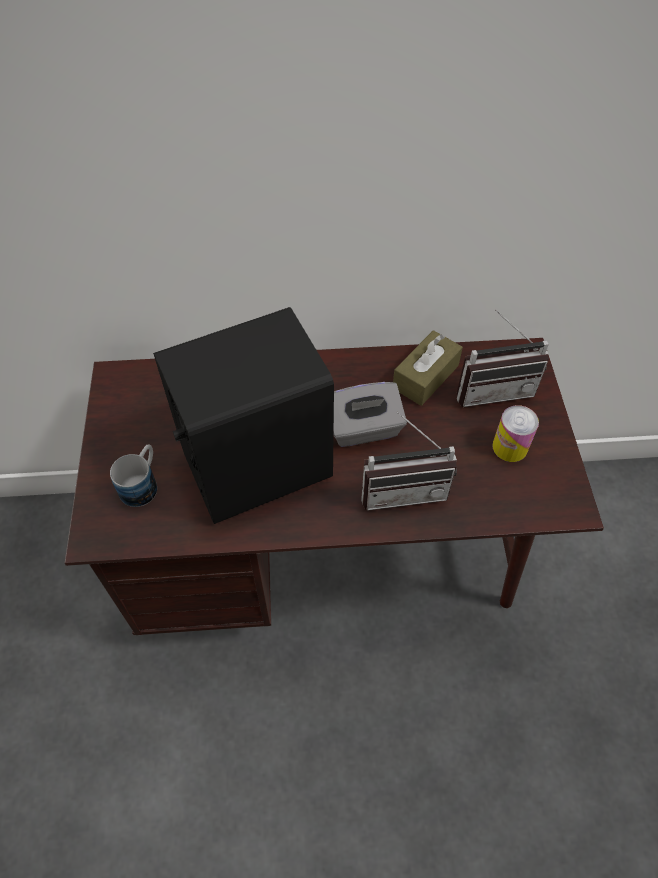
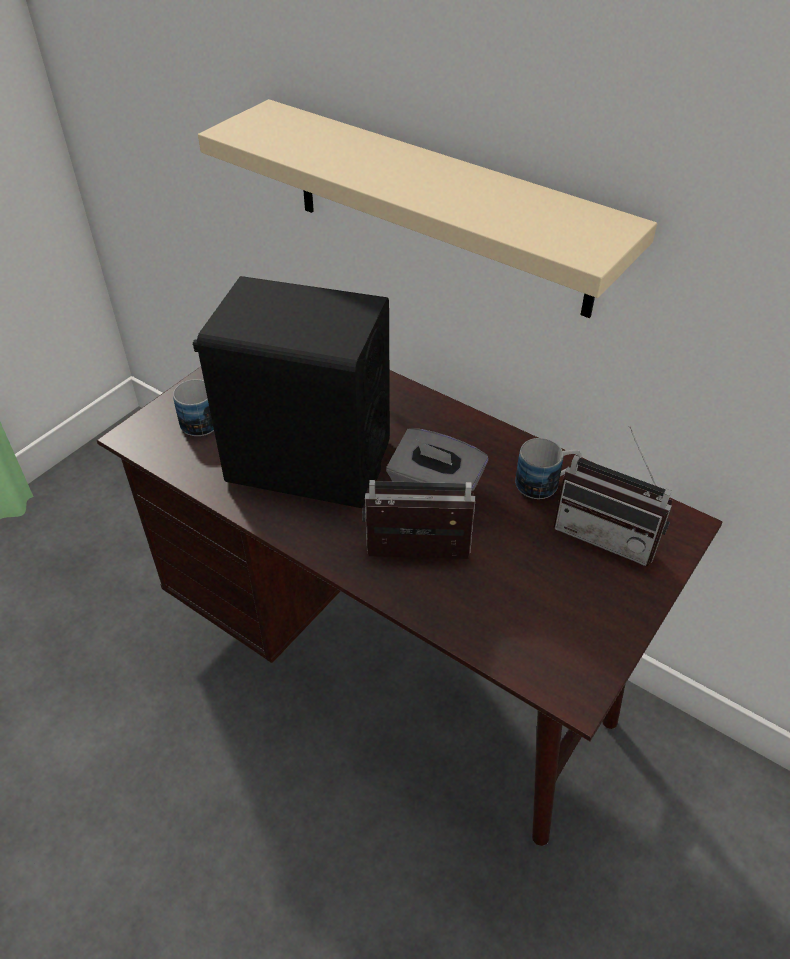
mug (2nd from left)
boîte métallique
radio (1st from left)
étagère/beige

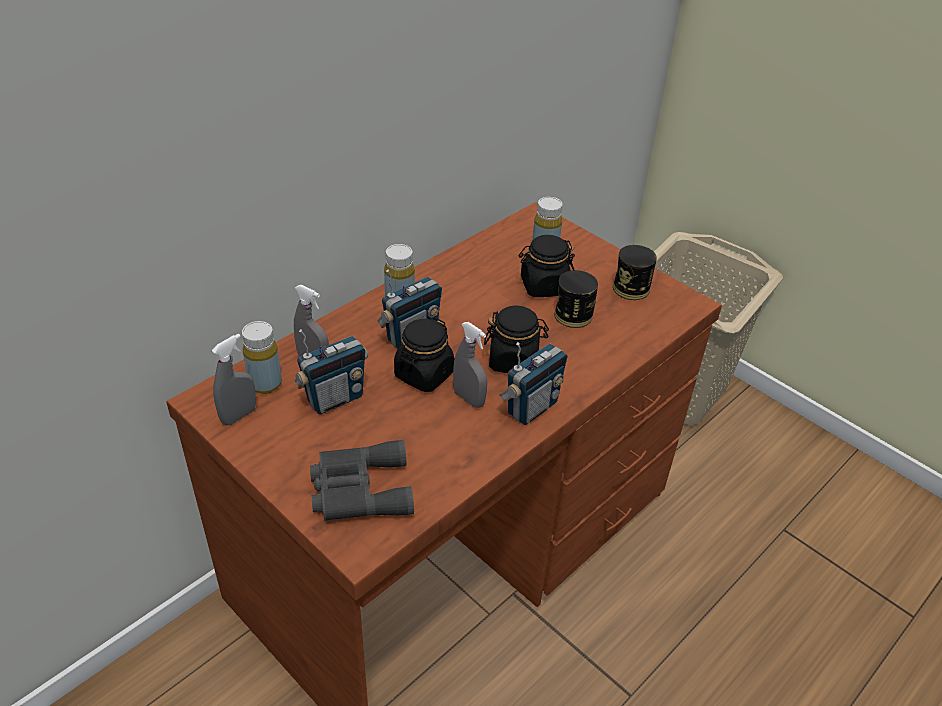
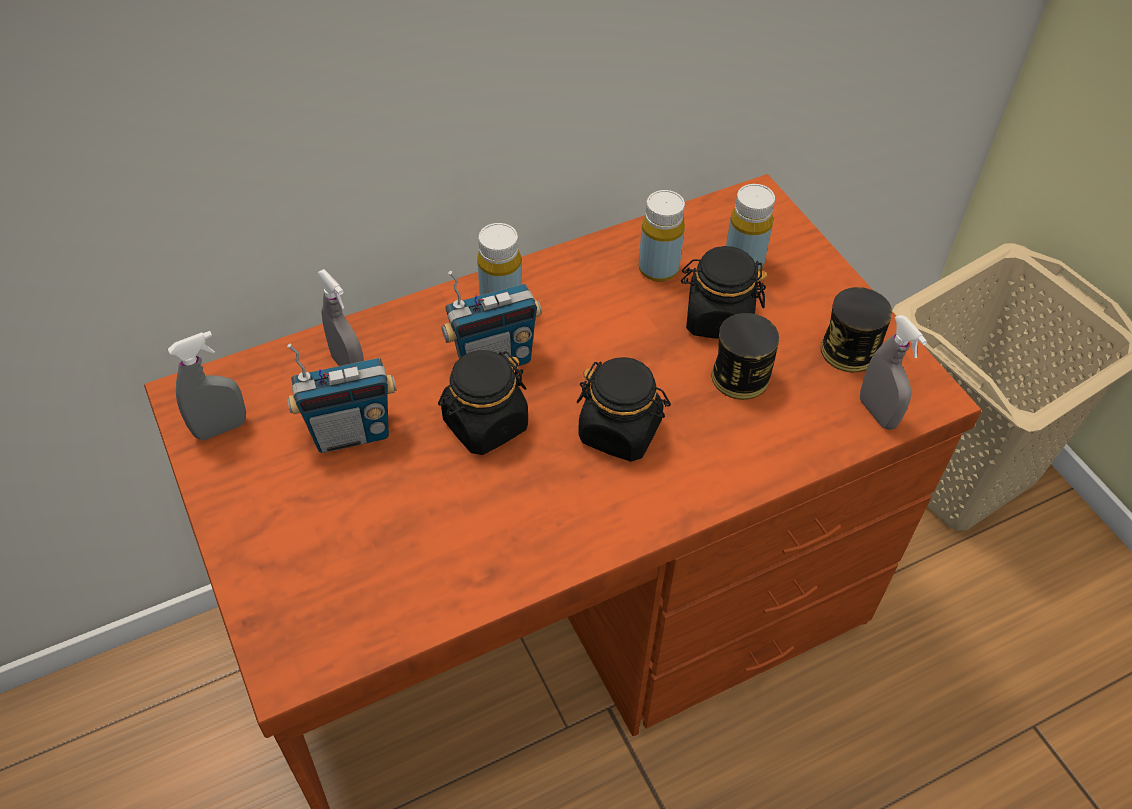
bouteille/jaune (2nd from left)
vaporisateur/gris (3rd from left)
radio (3rd from left in the first image)
jumelles/gris

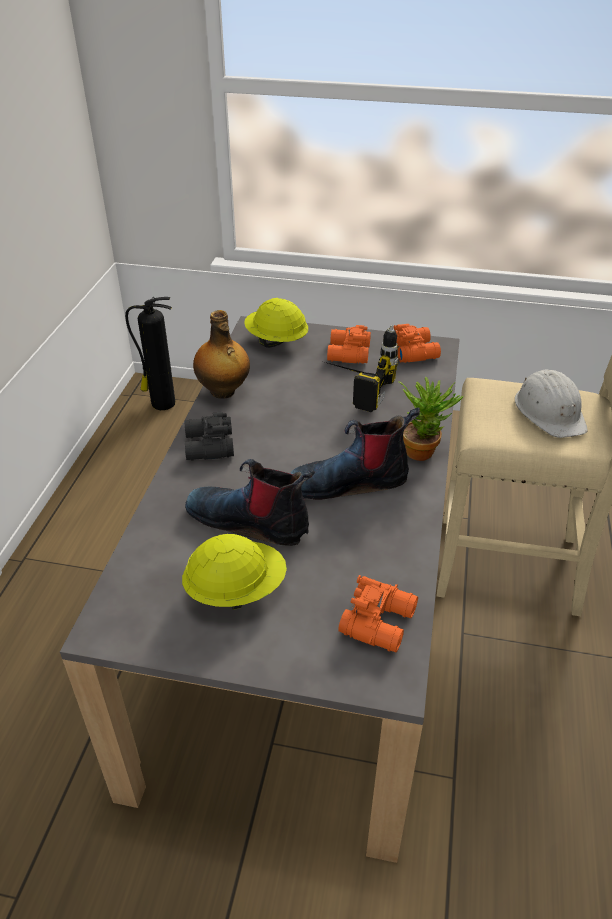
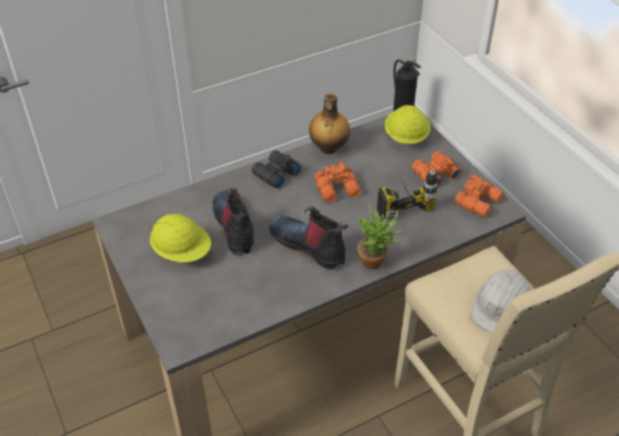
jumelles/orange (1st from left)

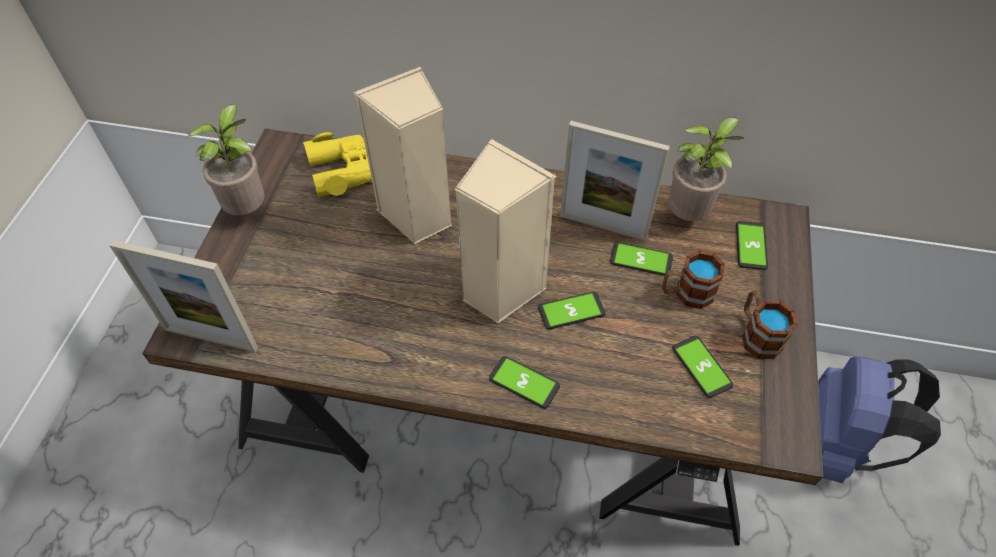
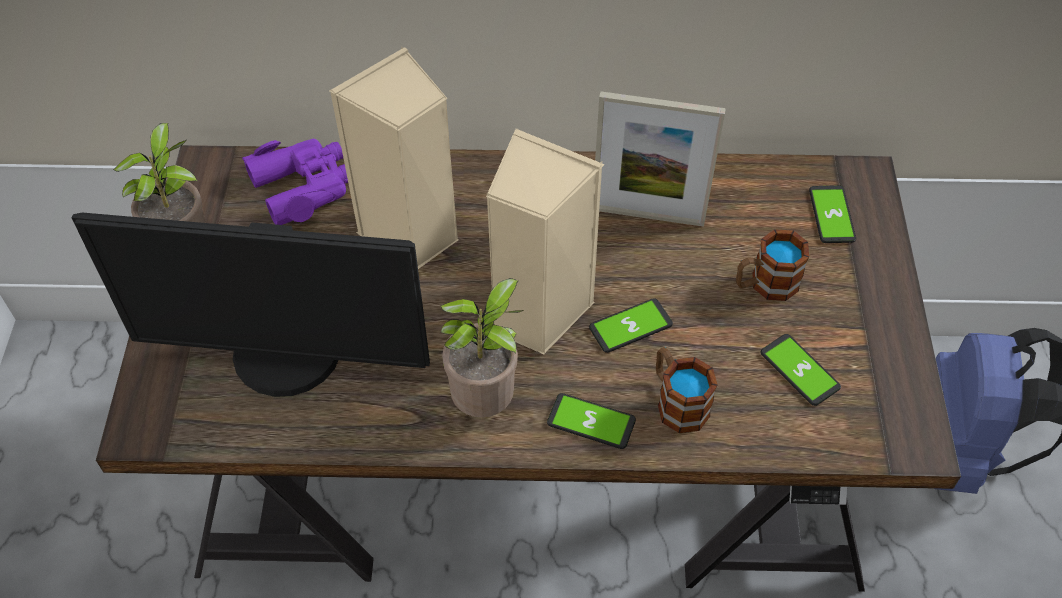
plante en pot (2nd from left)
jumelles/violet
cadre photo (1st from left in the first image)
téléphone (3rd from left in the first image)
mug (1st from left)
écran d'ordinateur

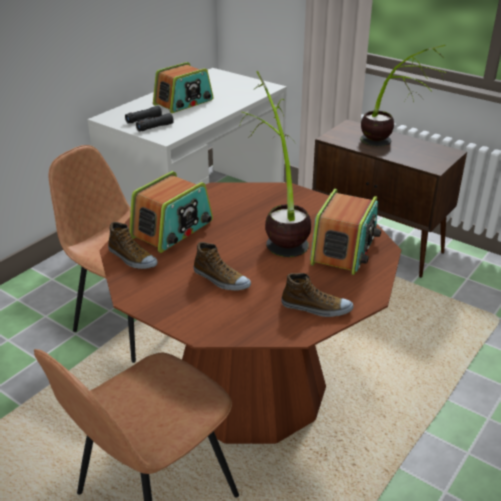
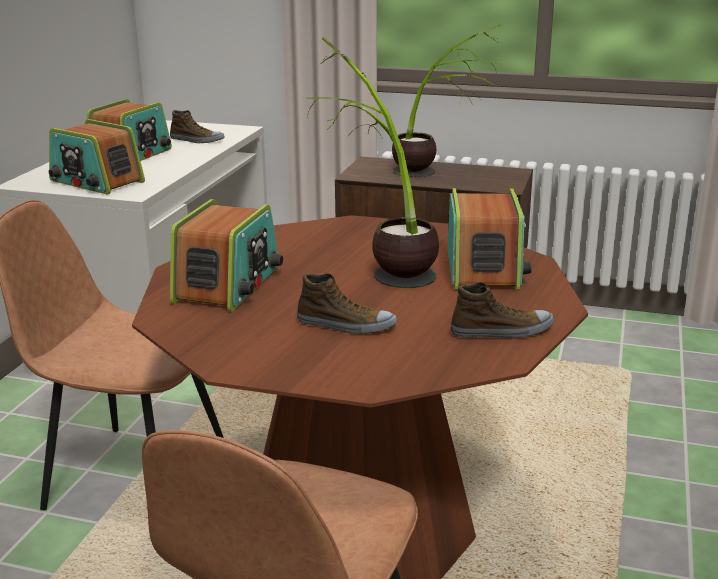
radio (1st from left)
chaussure (1st from left)

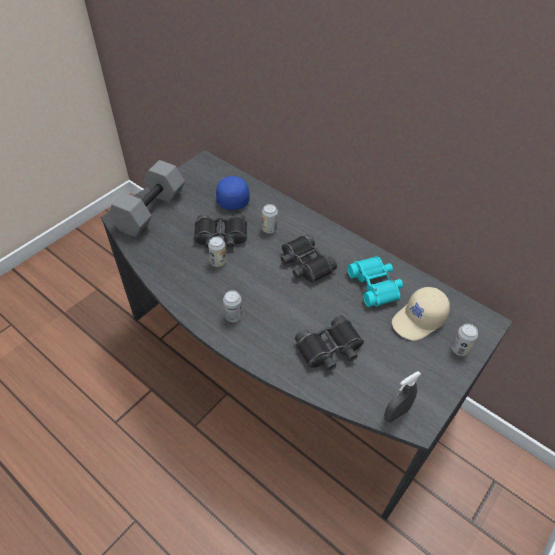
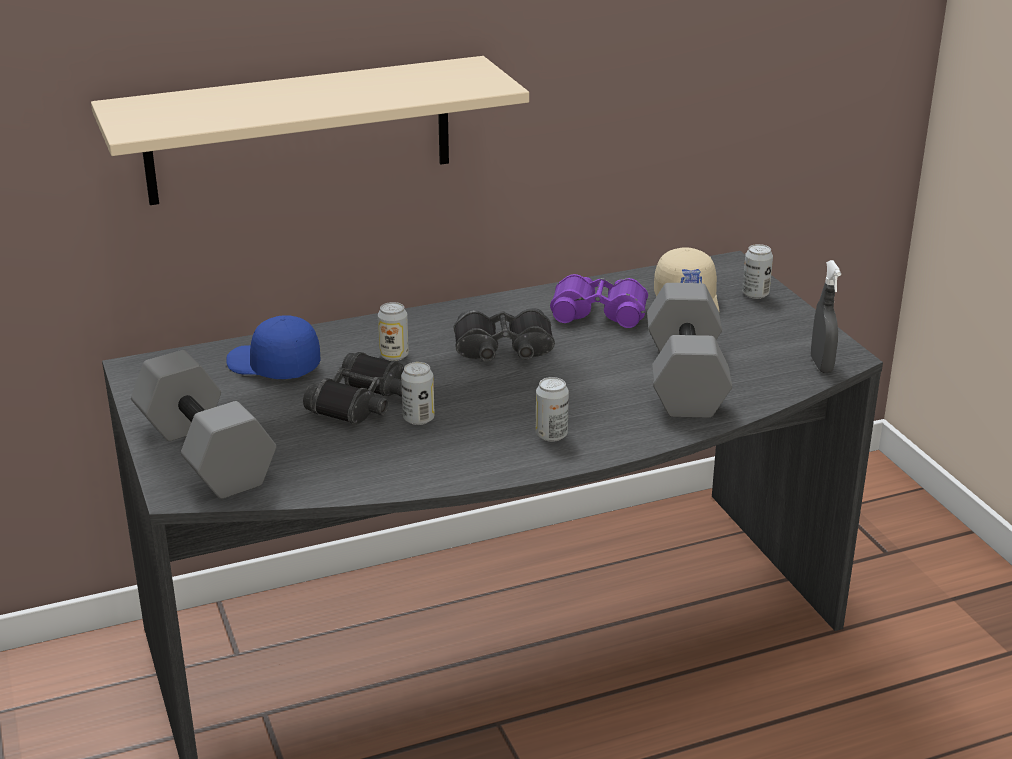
jumelles/violet
haltère/gris (2nd from left)
étagère/beige

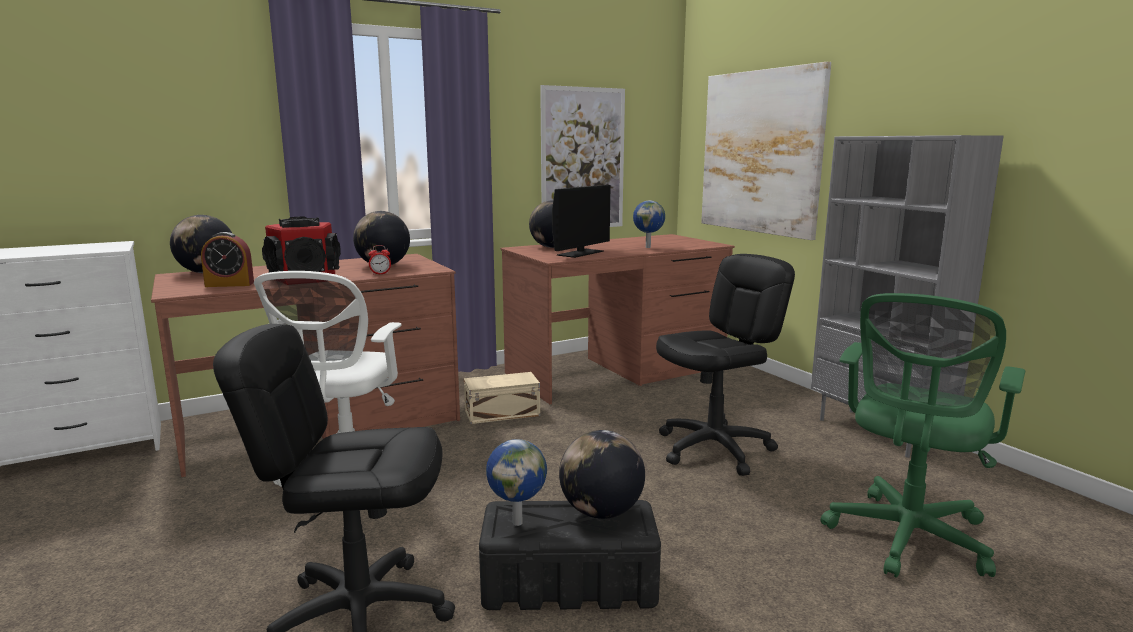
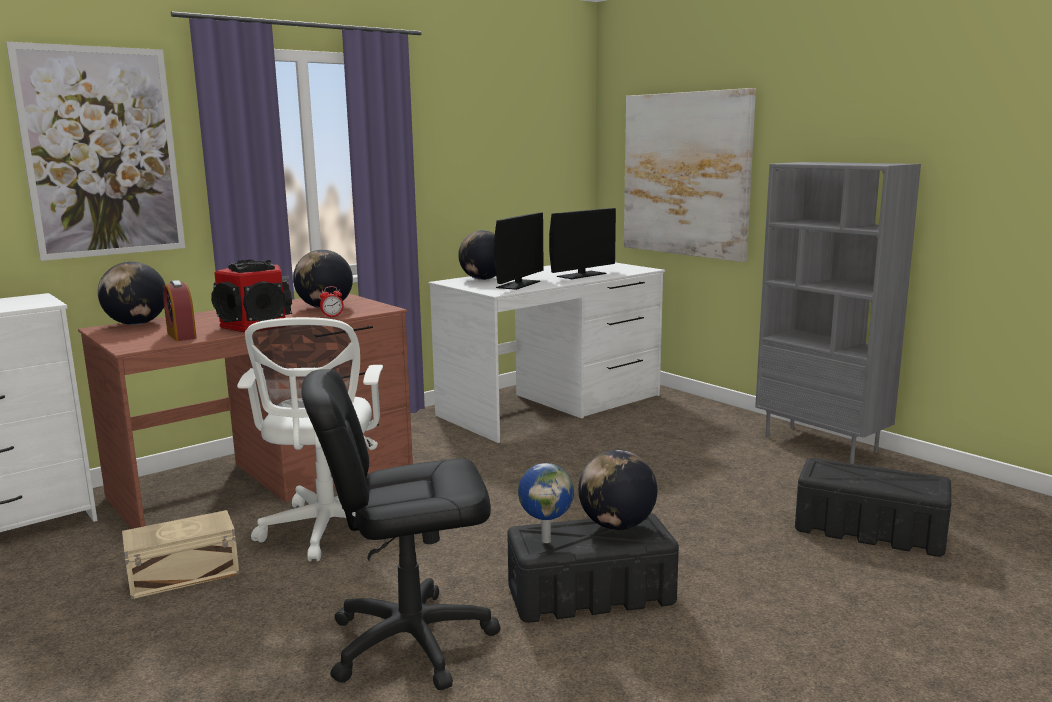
tableau (1st from left)
écran d'ordinateur (2nd from left)
réveil (1st from left)
bureau/blanc
chaise de bureau/noir (2nd from left in the first image)
boîte de rangement/noir (2nd from left)
boîte de rangement/beige

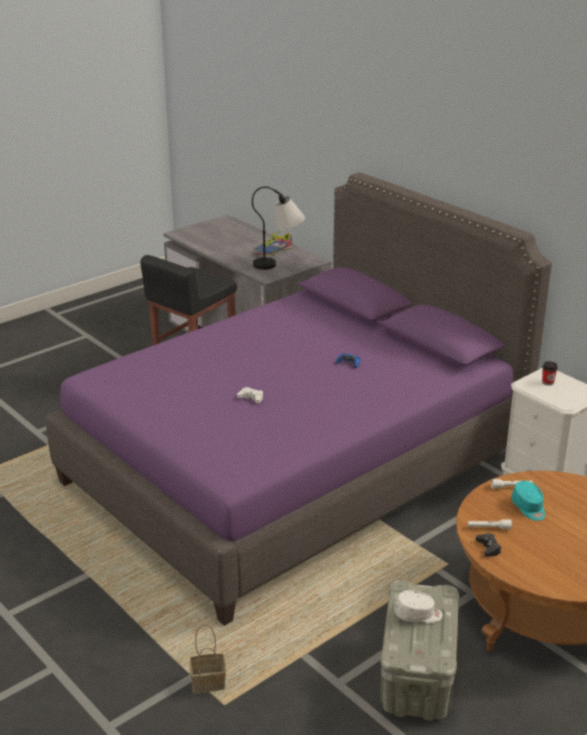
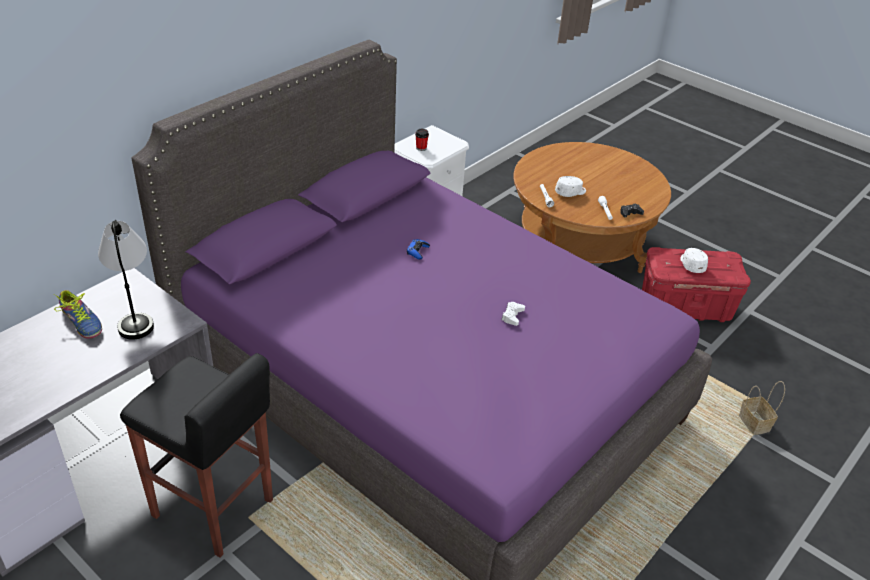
casquette/blanc (1st from left)
boîte de rangement/rouge

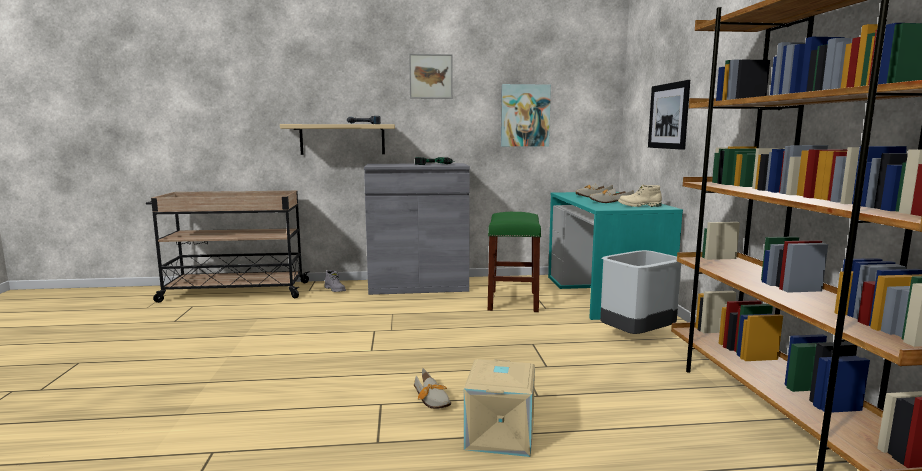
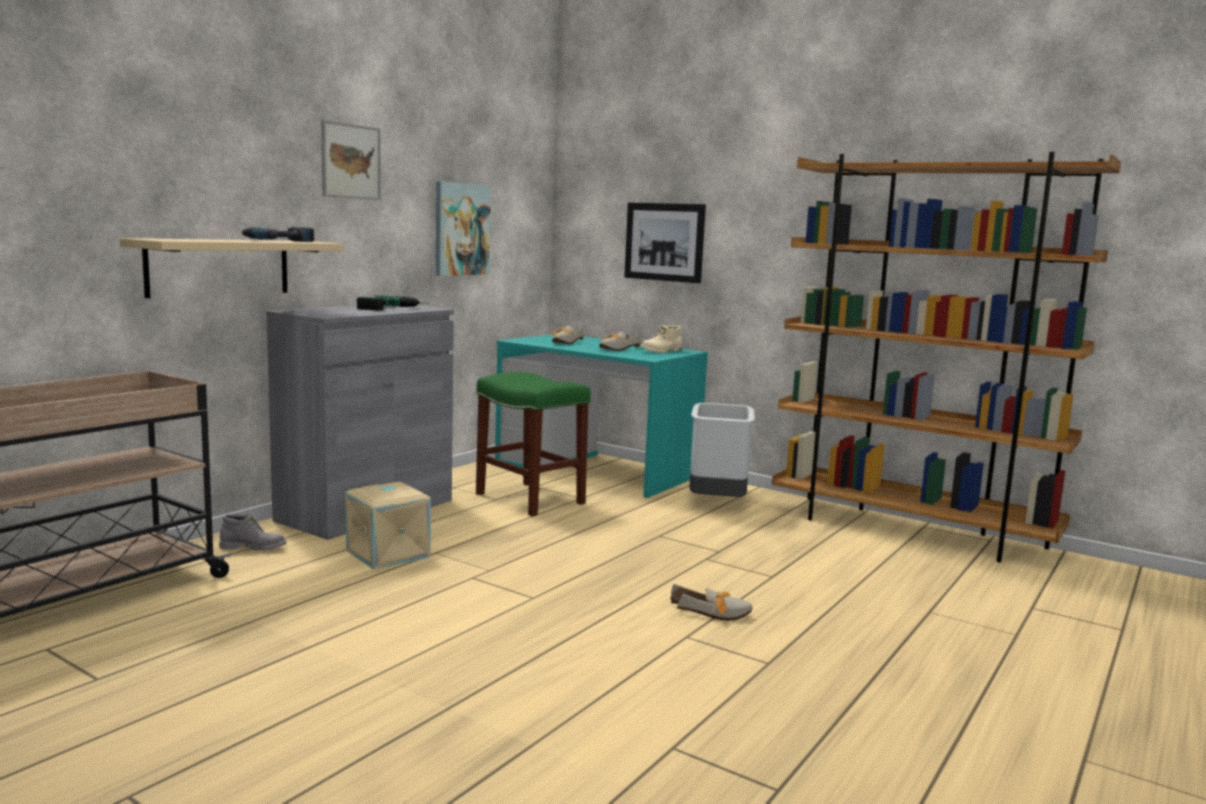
boîte de rangement/beige

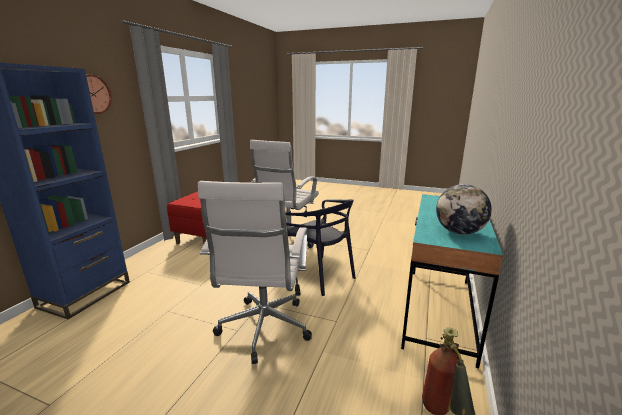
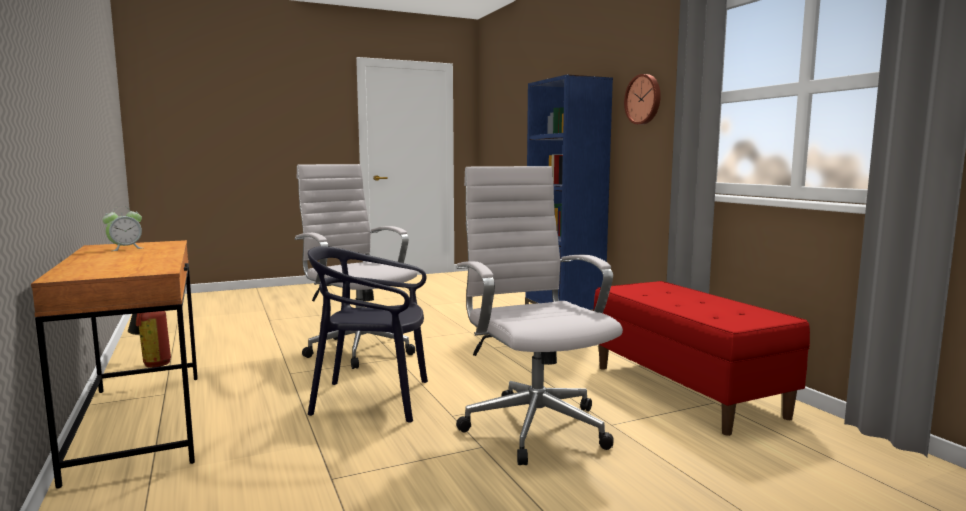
réveil
bureau/marron

